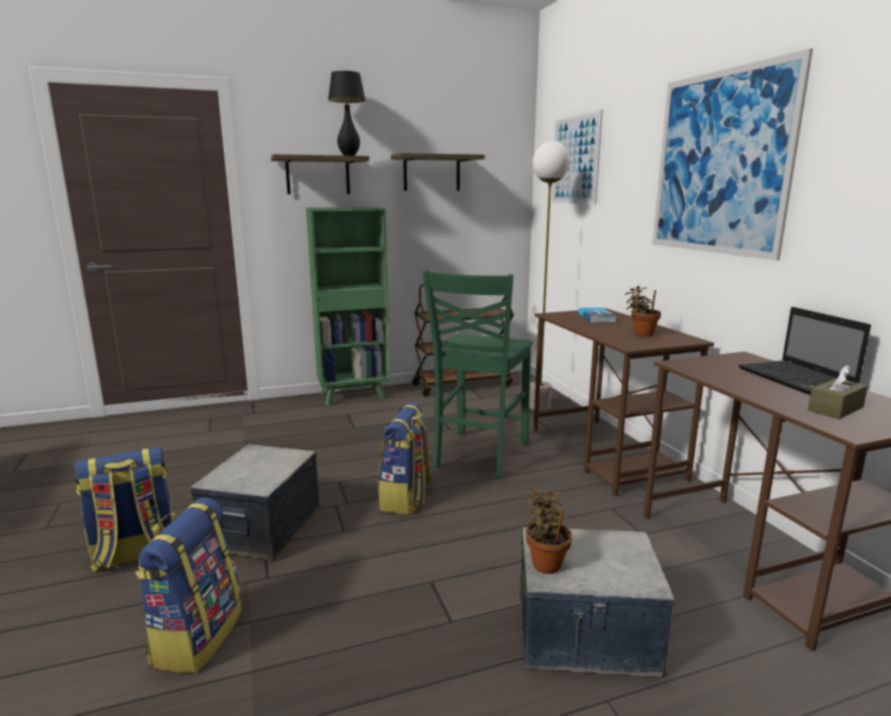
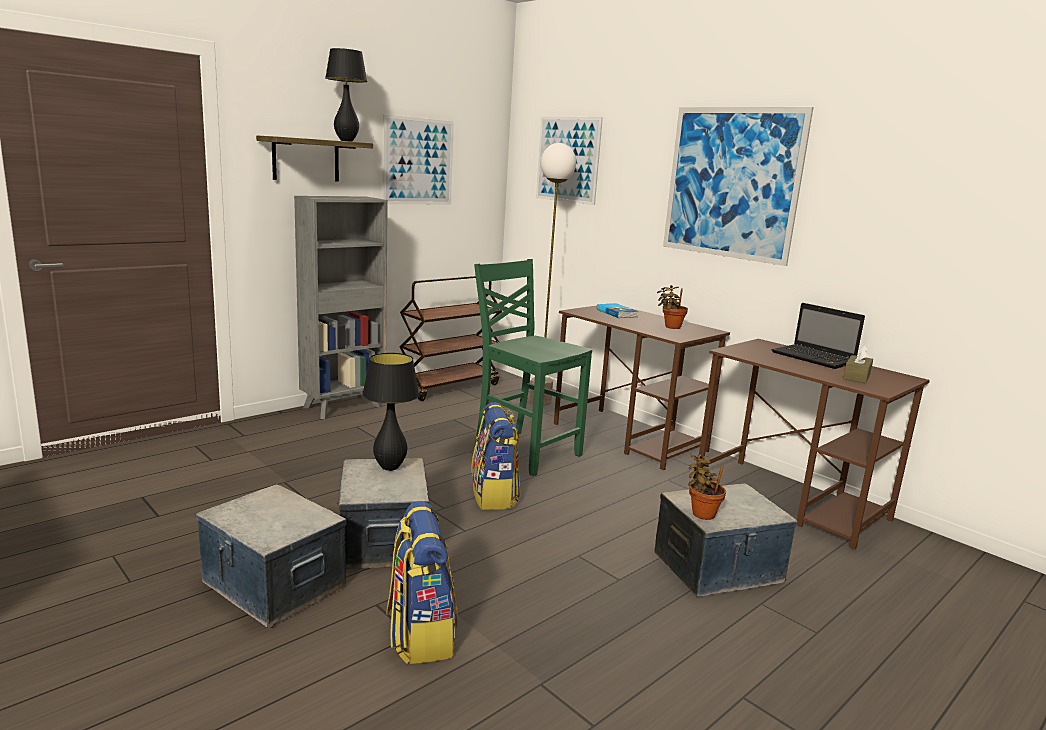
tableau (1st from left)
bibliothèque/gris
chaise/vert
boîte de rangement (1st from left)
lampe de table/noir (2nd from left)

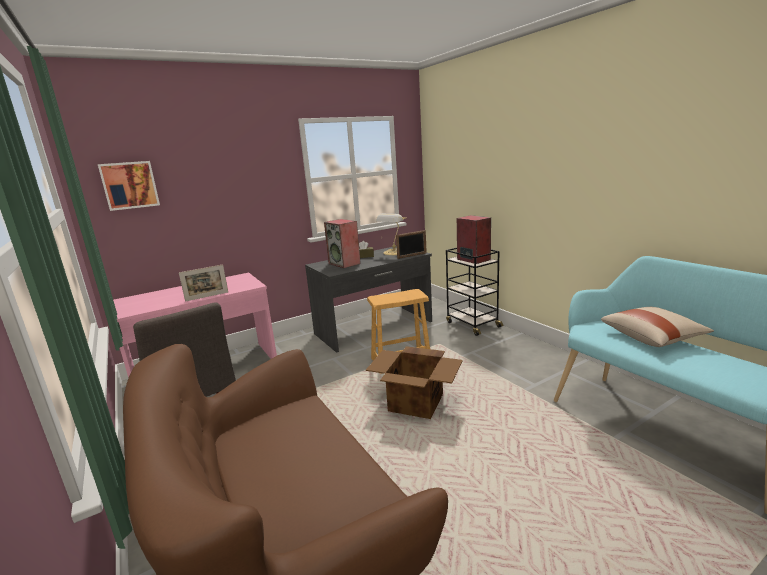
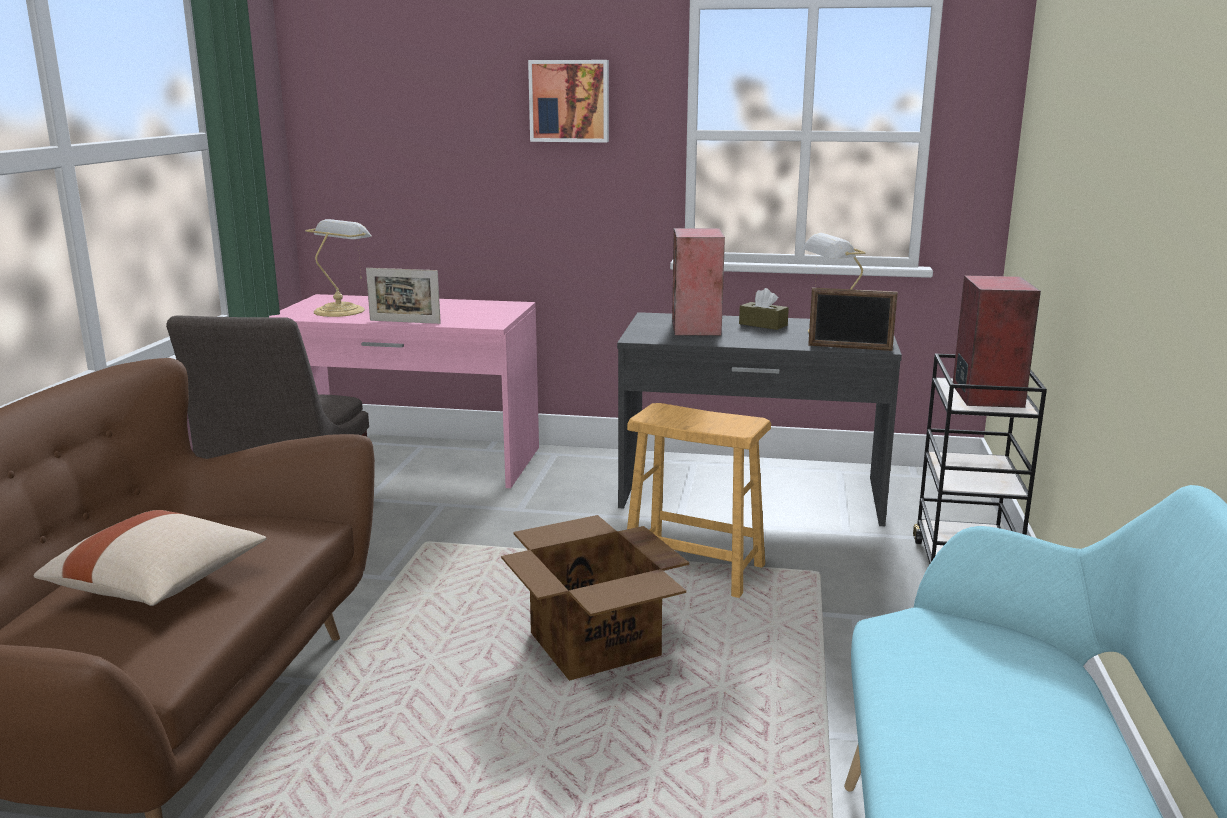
tableau
coussin/beige
lampe de table (1st from left)

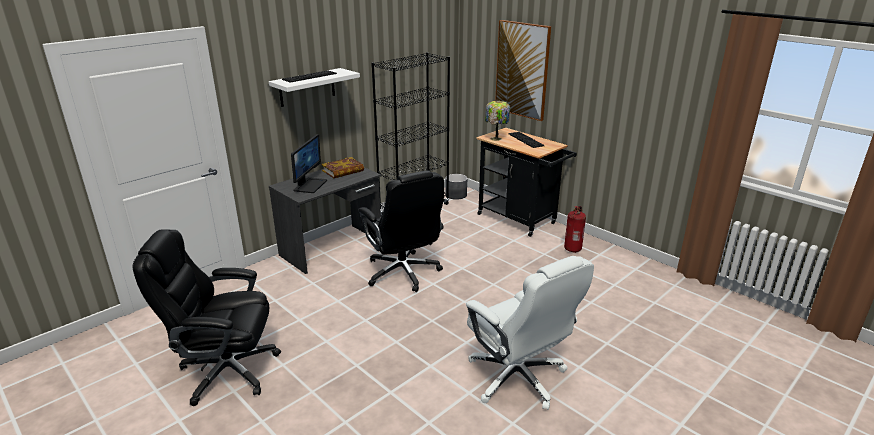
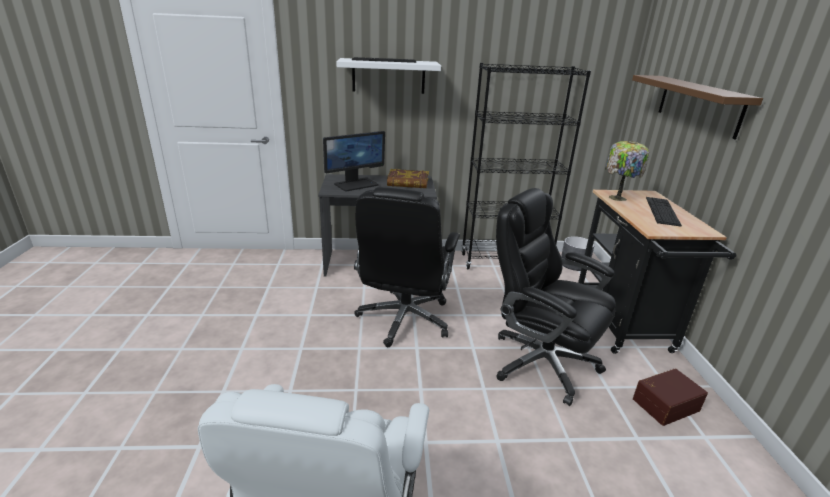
étagère/marron
boîte de rangement/marron
chaise de bureau/noir (2nd from left)

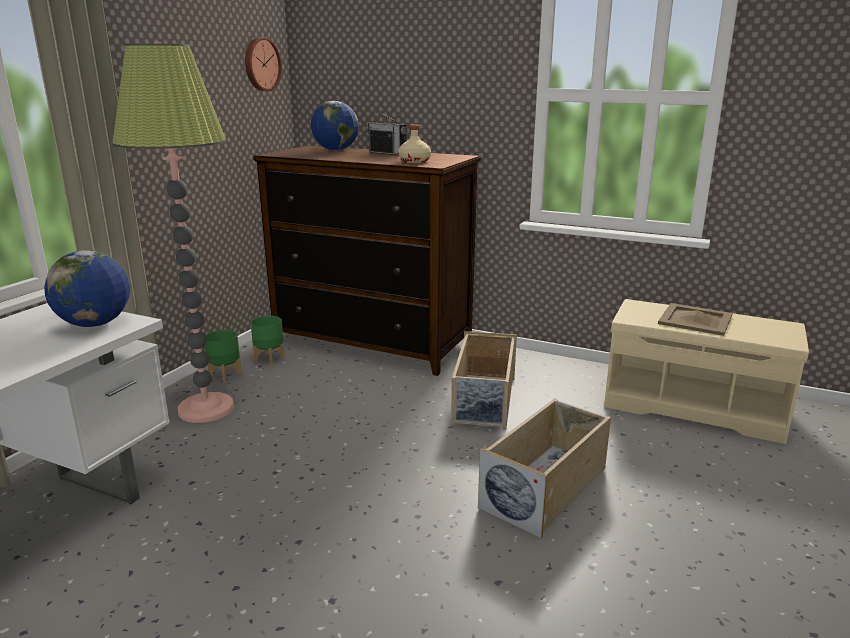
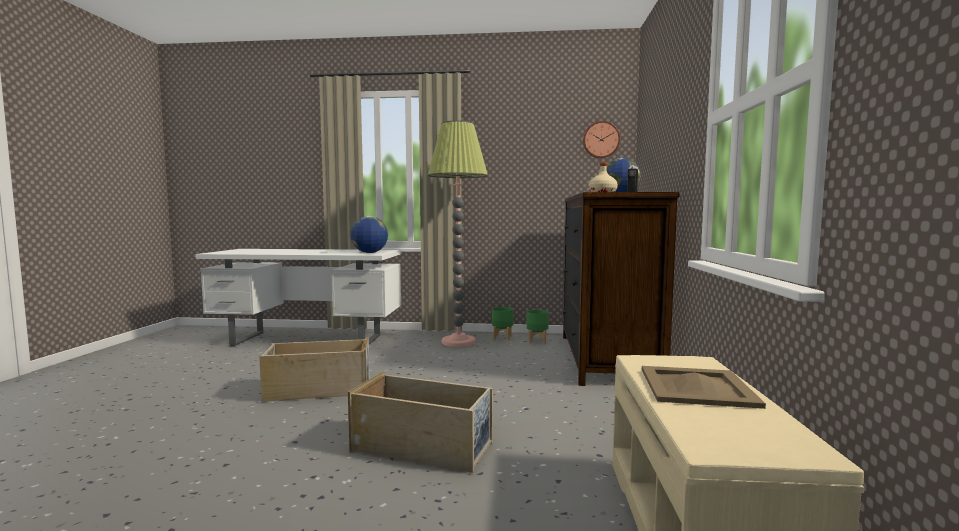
boîte de rangement/beige (1st from left)

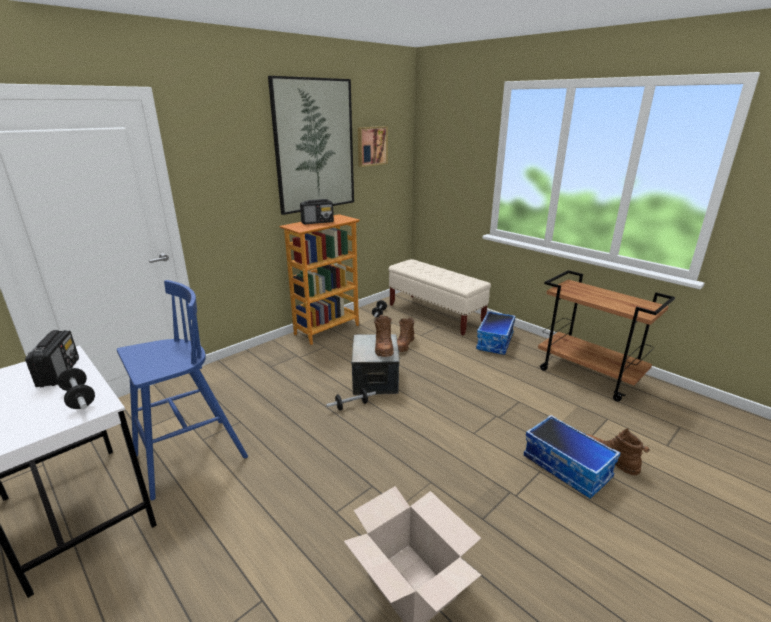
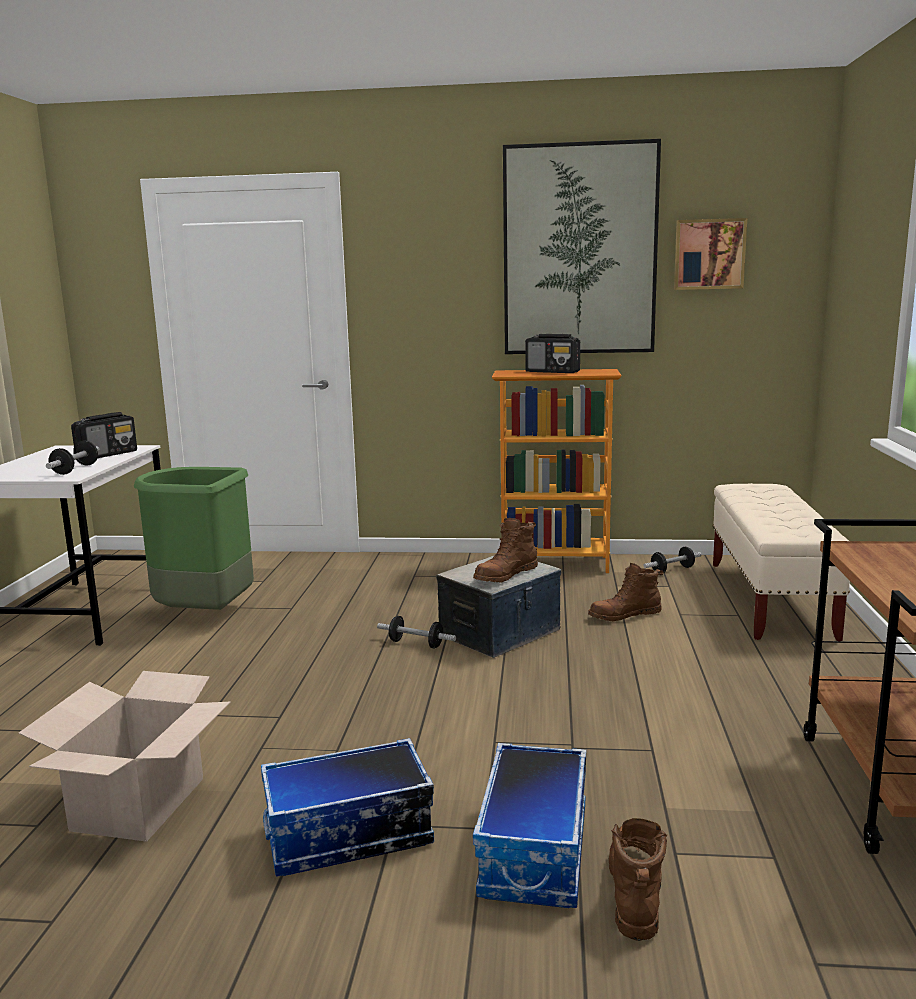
poubelle/vert
boîte de rangement (1st from left)

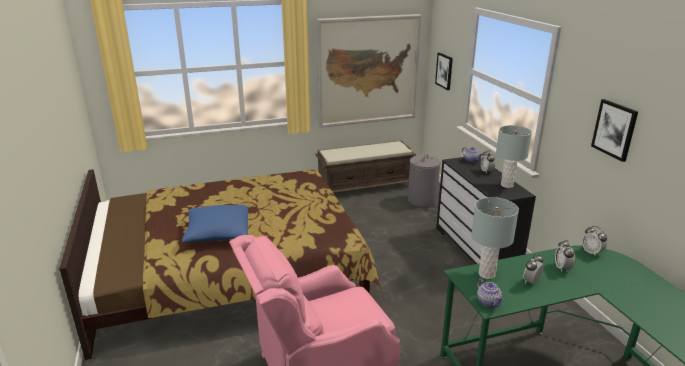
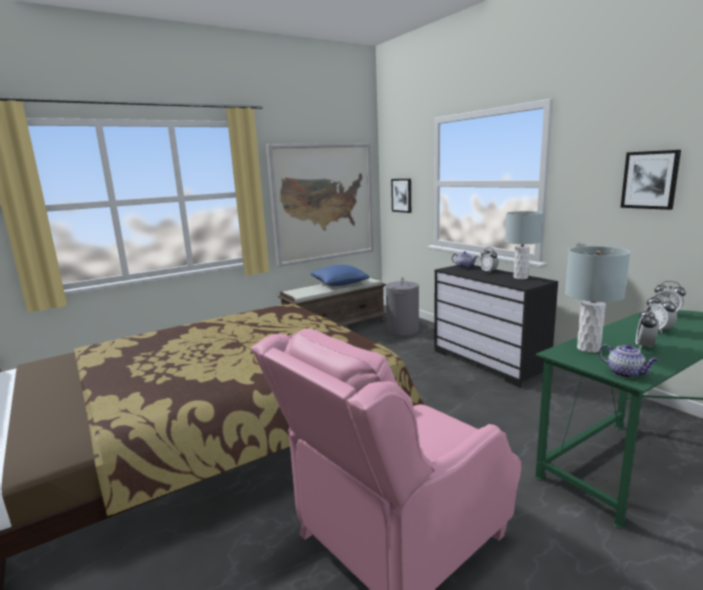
coussin/bleu

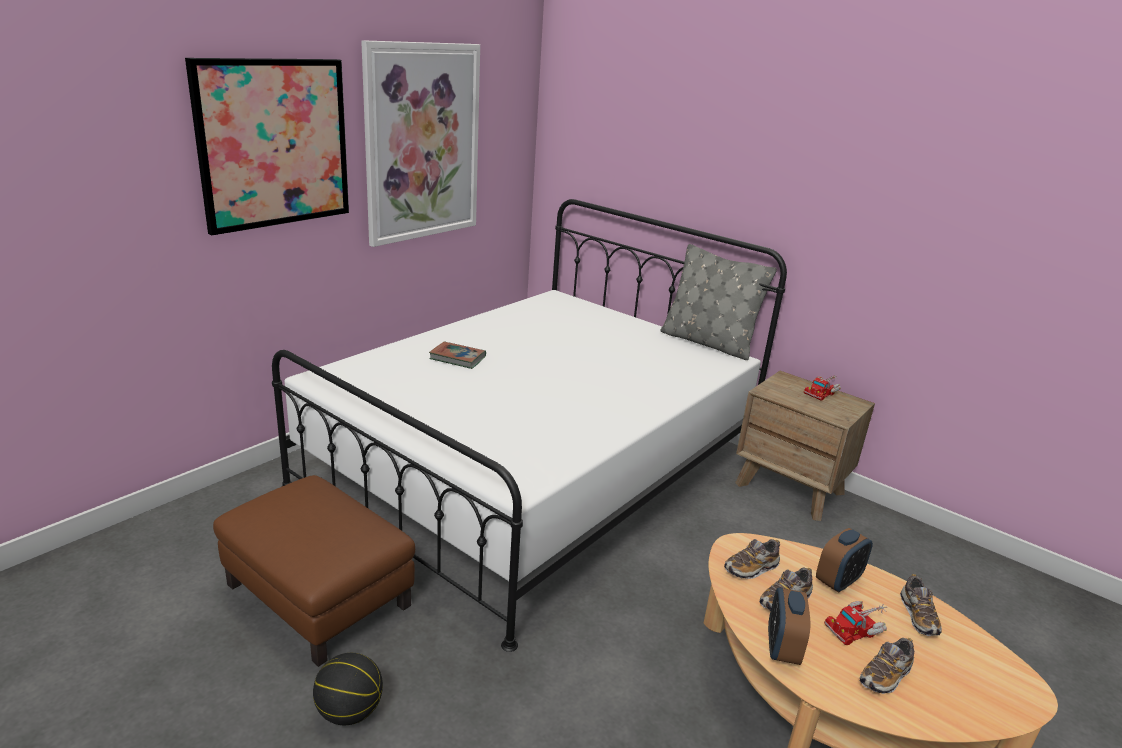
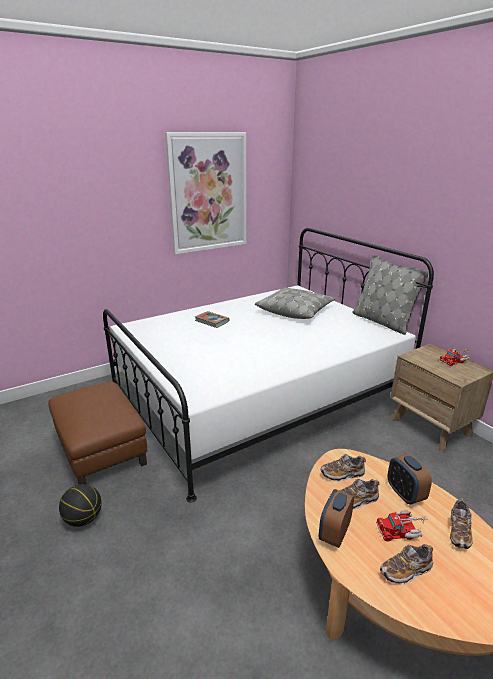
tableau (1st from left in the first image)
réveil (2nd from left)
coussin/gris (1st from left)

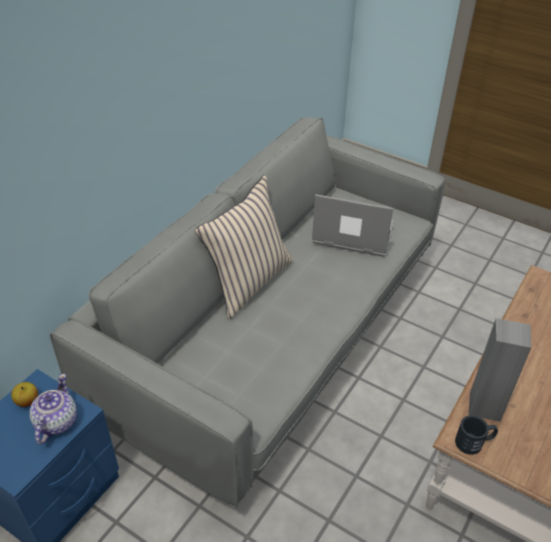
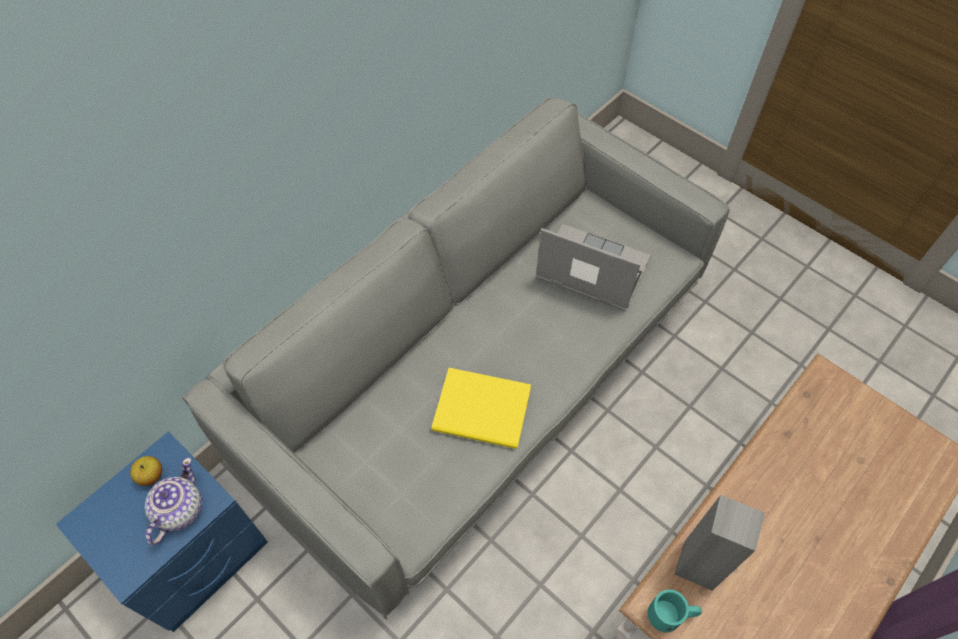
coussin/beige
mug/turquoise
livre/jaune

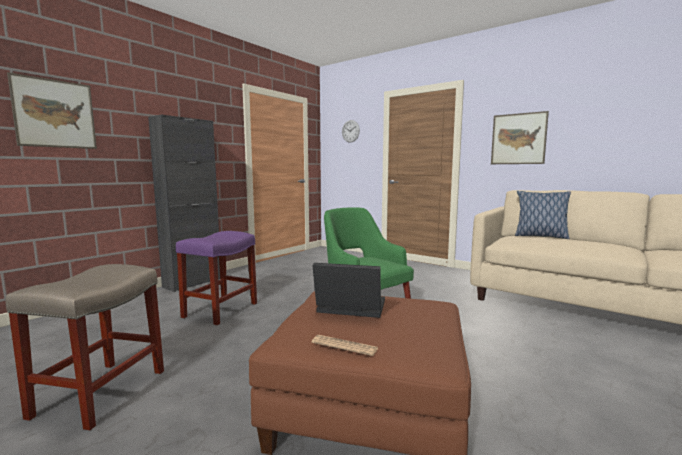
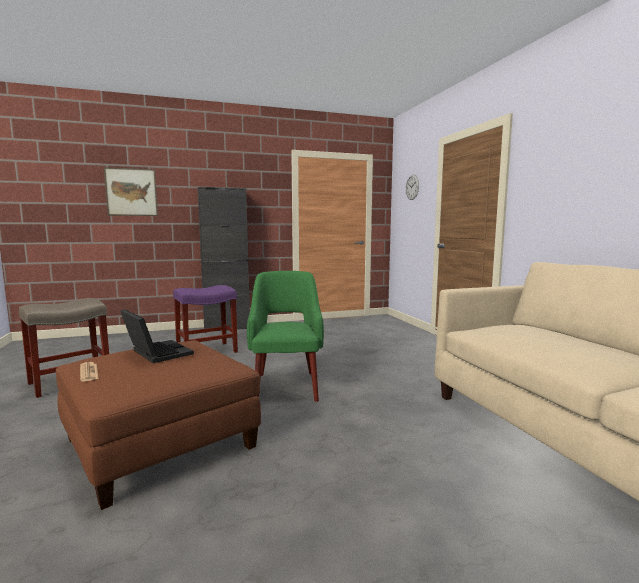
tableau (2nd from left in the first image)
coussin

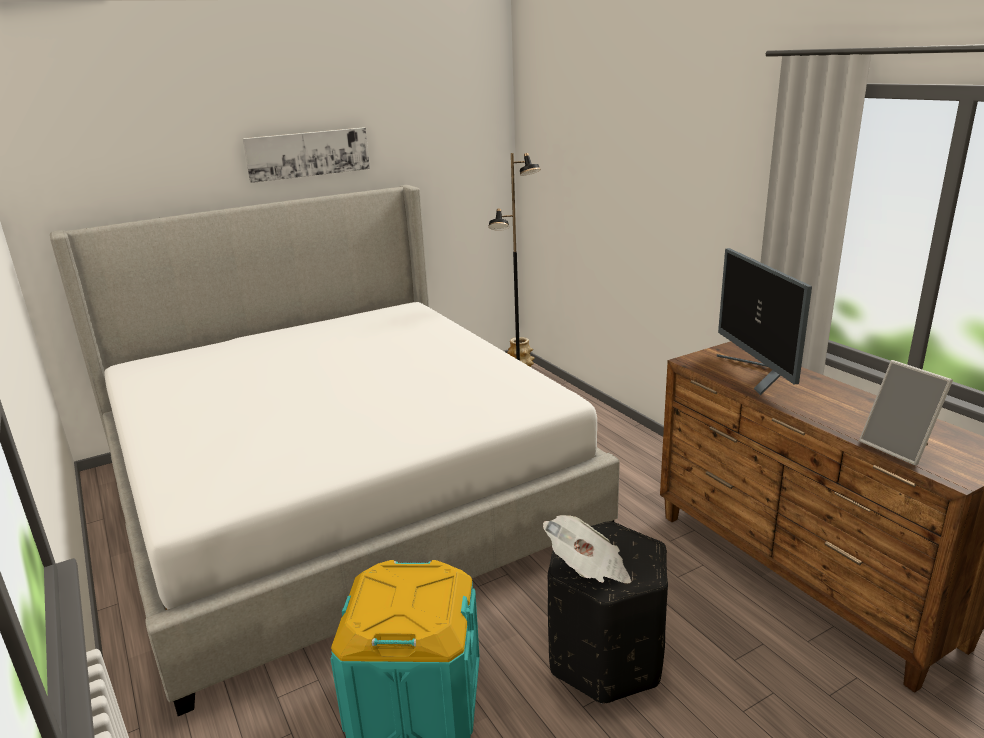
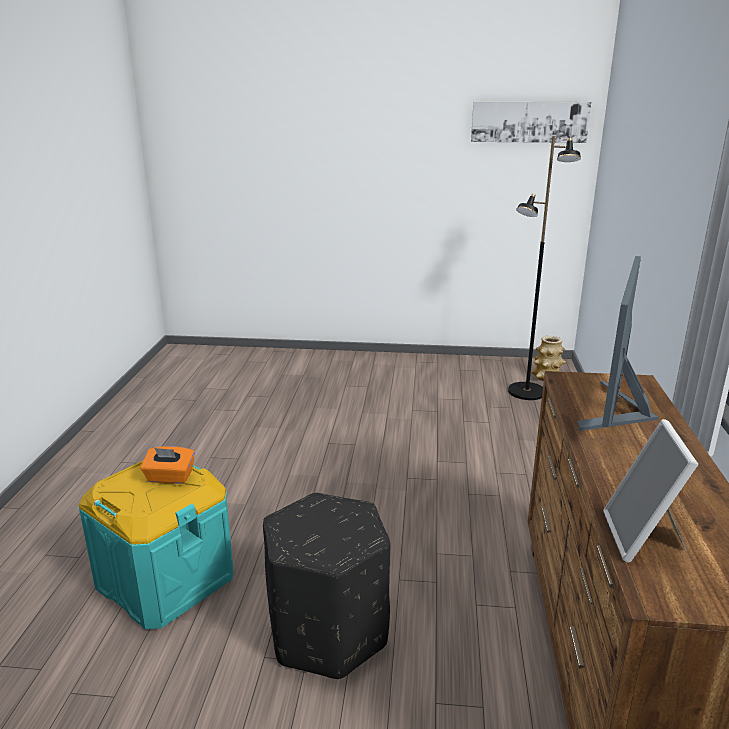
tableau
lit
journal
boîte à mouchoirs/orange

